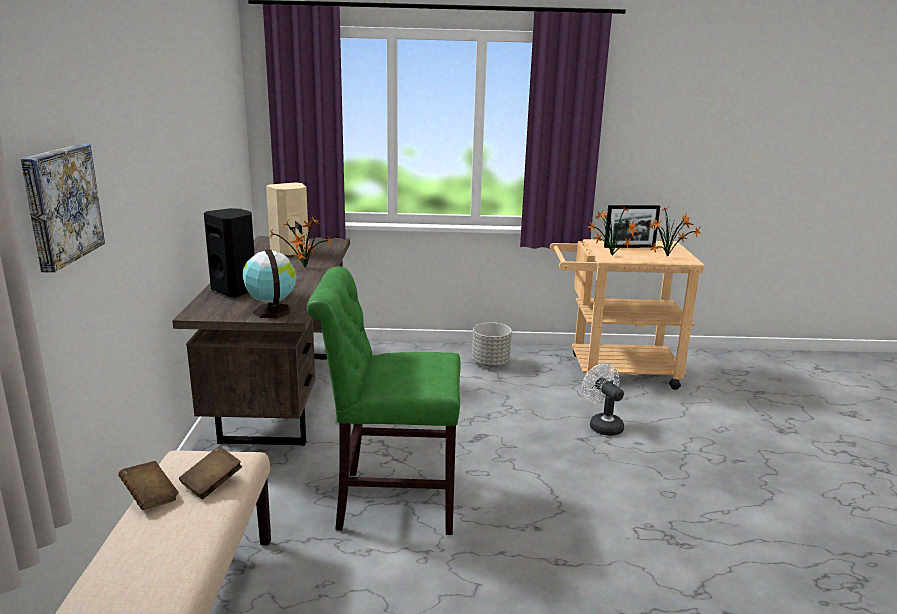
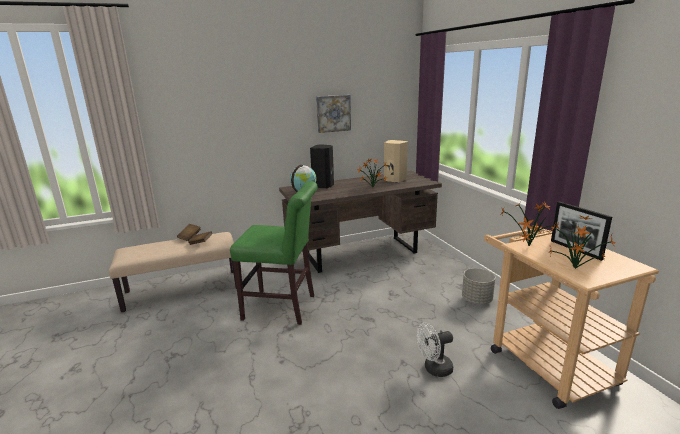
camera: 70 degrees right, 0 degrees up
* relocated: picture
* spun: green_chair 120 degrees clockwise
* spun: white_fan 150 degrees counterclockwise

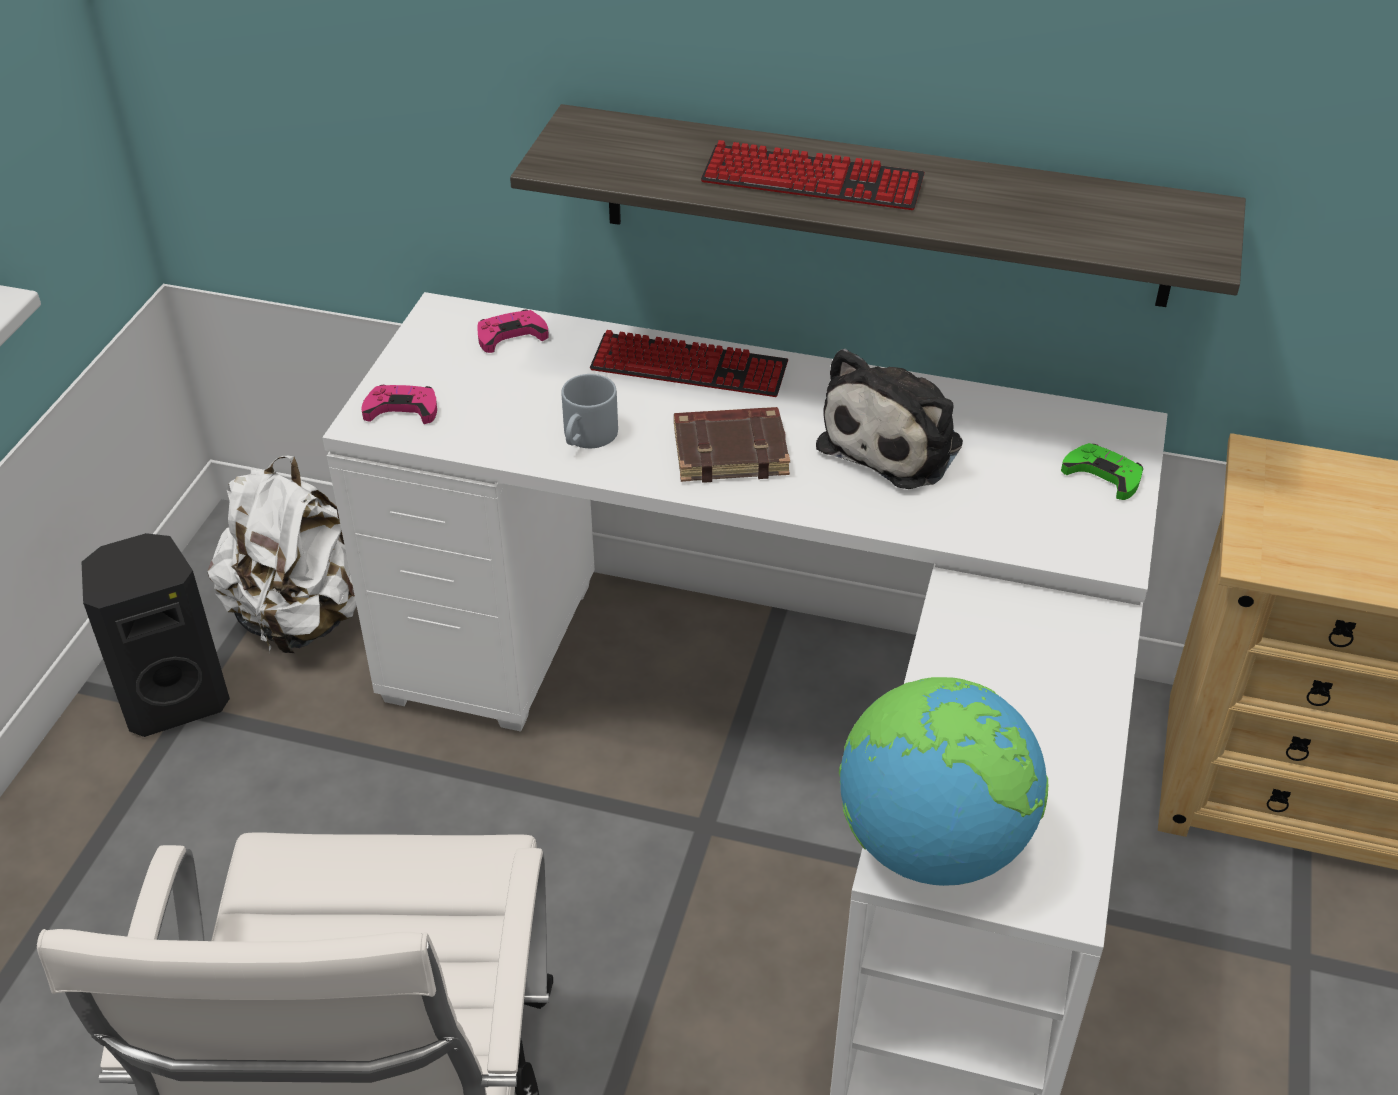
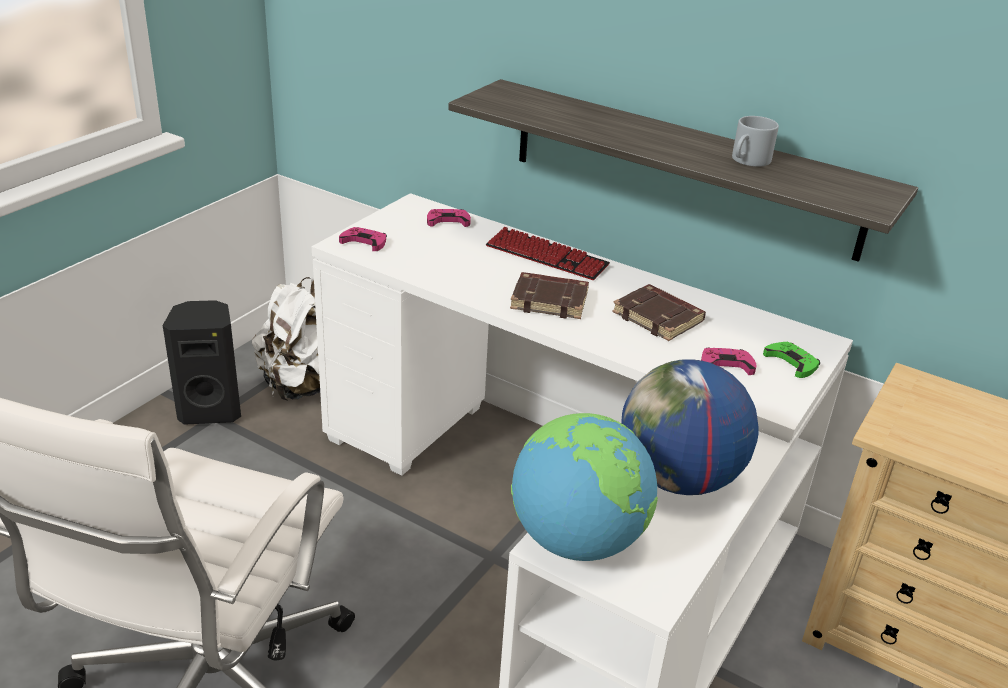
camera: 15 degrees right, 10 degrees down
* missing: keyboard (no. 2 from left)
* appeared: globe (no. 2 from left)
* appeared: pink_game_controller (no. 3 from left)
* relocated: grey_mug
* exchanged: plush_toy to brown_book (no. 2 from left)

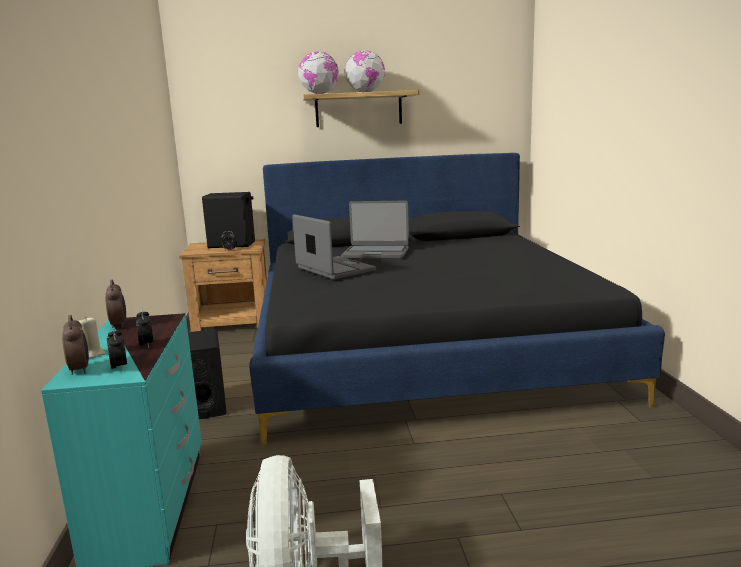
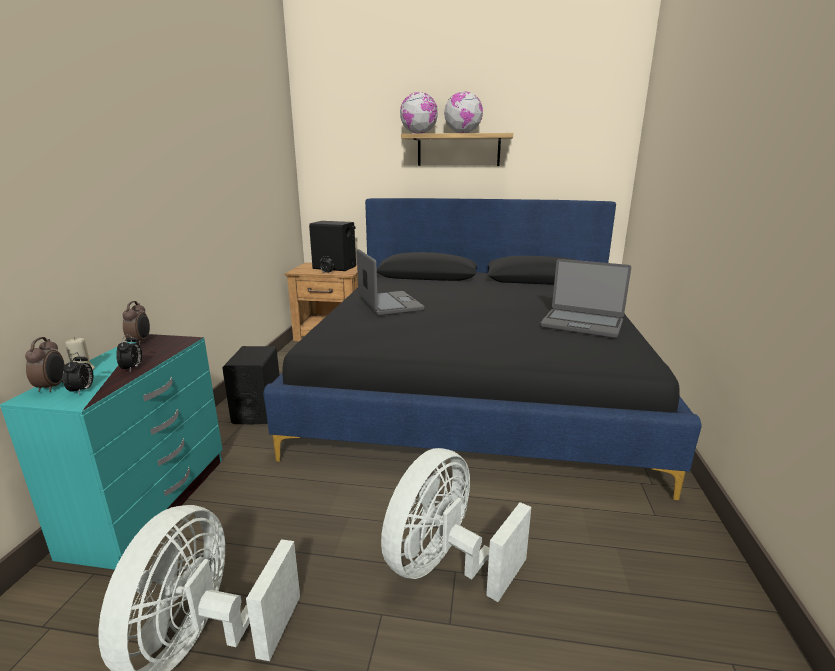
camera: 15 degrees right, 5 degrees up
* appeared: white_fan (no. 2 from left)
* relocated: laptop (no. 2 from left)

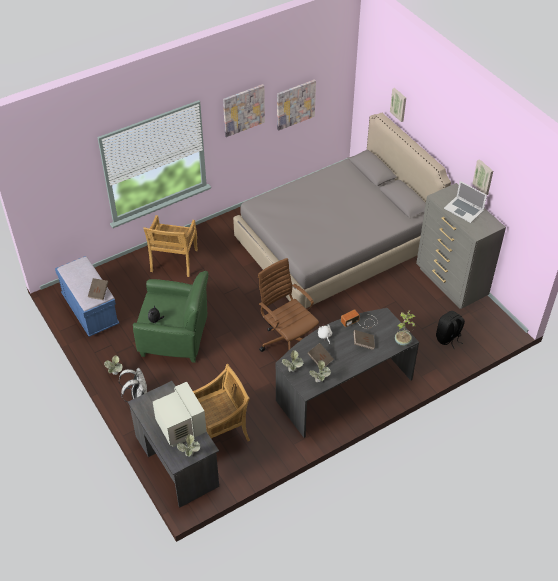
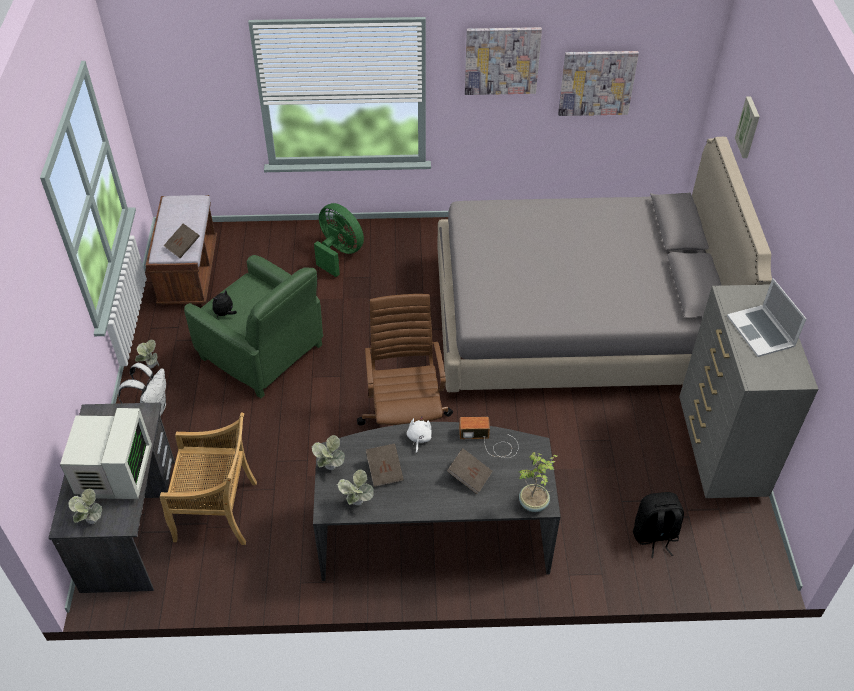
camera: 30 degrees right, 0 degrees up
* missing: picture (no. 4 from left)
* exchanged: beige_chair (no. 1 from left) to green_fan
* colour: blue_bench to brown_bench

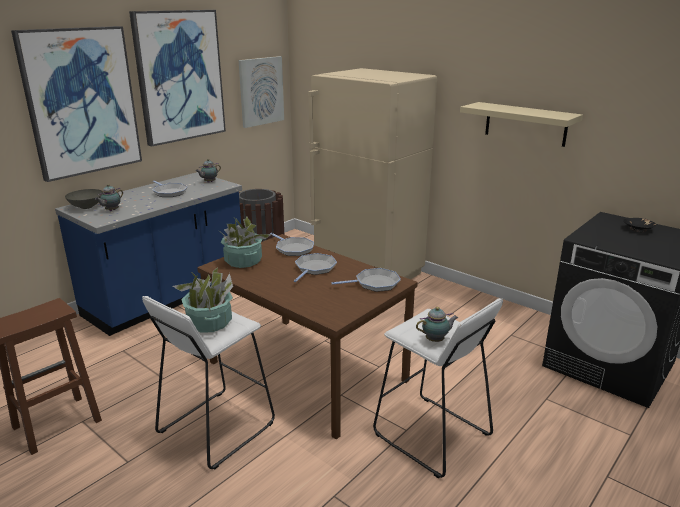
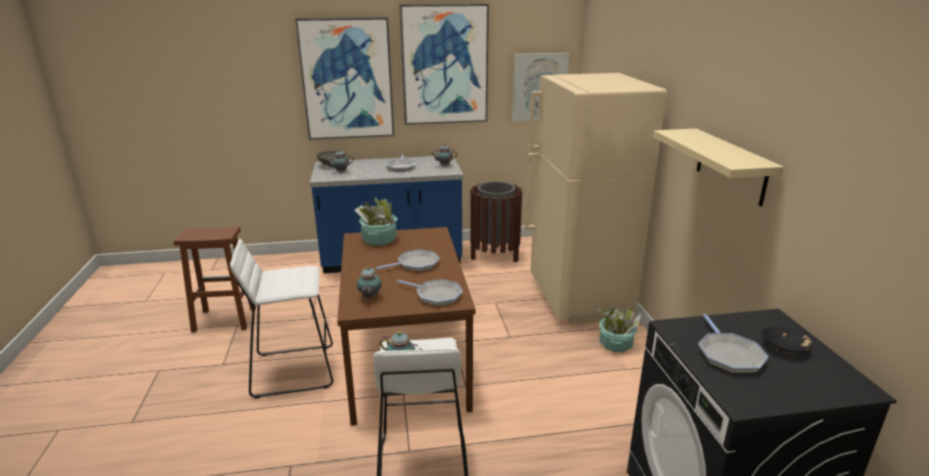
camera: 40 degrees right, 0 degrees up
* appeared: teapot (no. 2 from left)
* relocated: potted_plant (no. 1 from left in the first image) to potted_plant (no. 2 from left)
* relocated: frying_pan (no. 2 from left in the first image) to frying_pan (no. 4 from left)

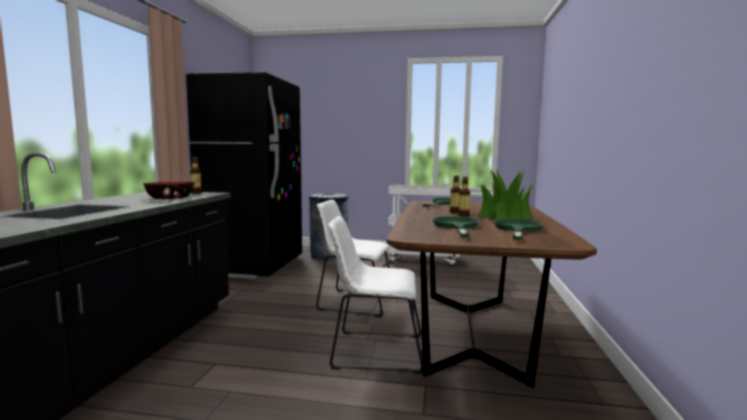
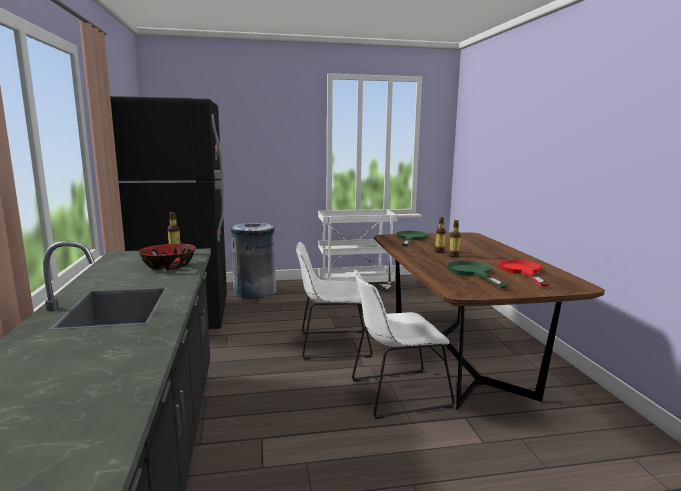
camera: 20 degrees left, 5 degrees up
* missing: potted_plant
* colour: green_frying_pan (no. 3 from left) to red_frying_pan

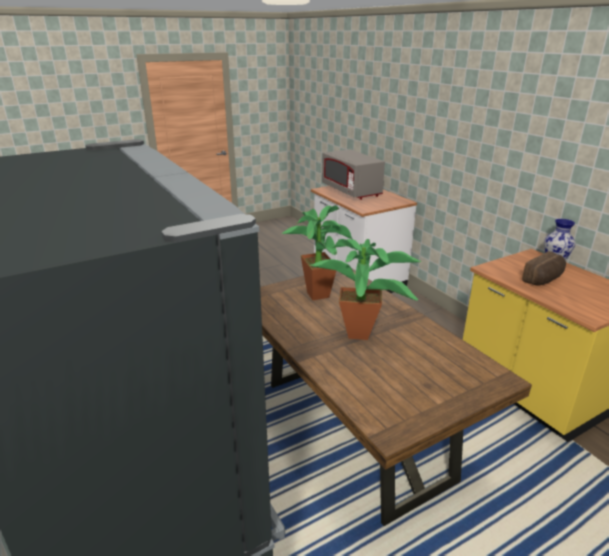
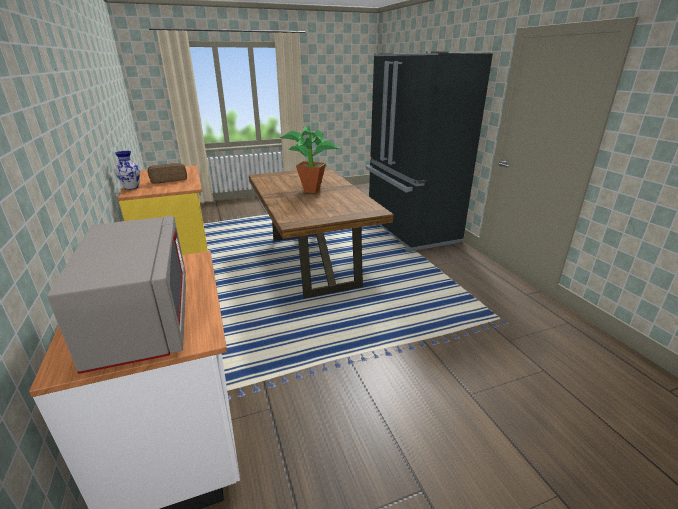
camera: 170 degrees left, 0 degrees up
* missing: potted_plant (no. 1 from left)

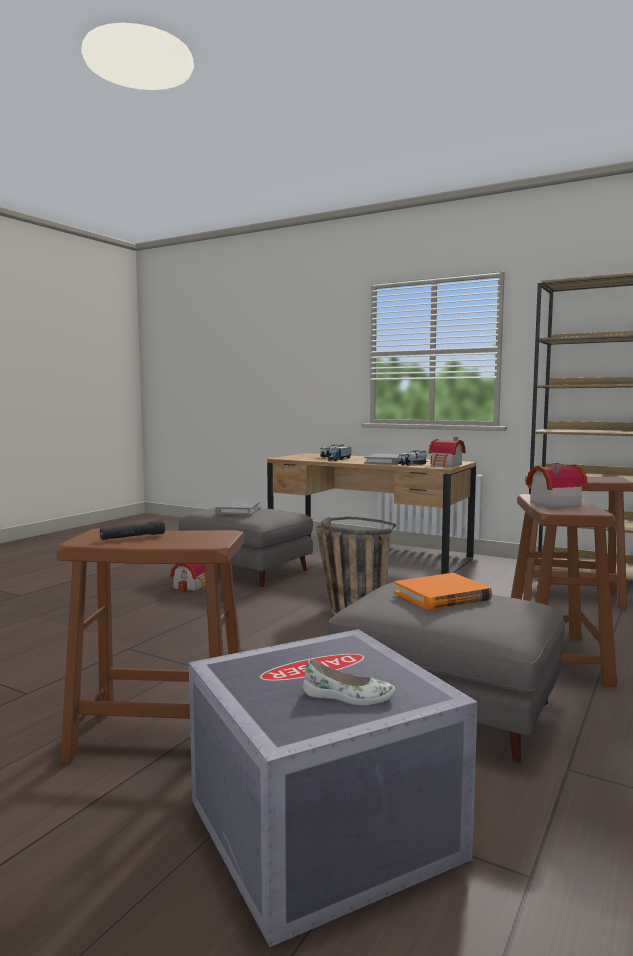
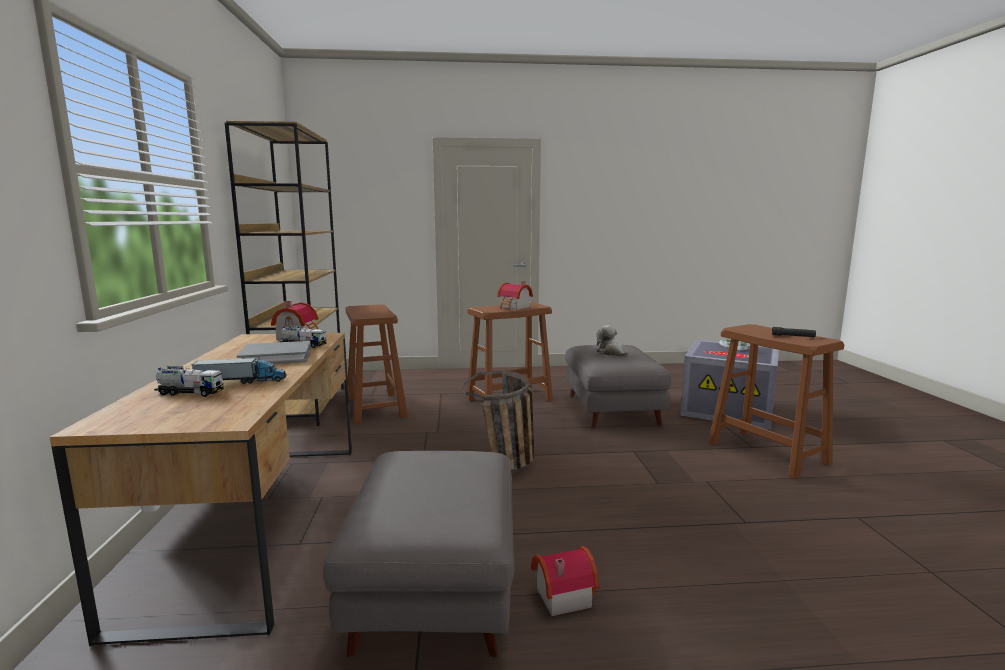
camera: 125 degrees left, 5 degrees up
* missing: grey_book (no. 1 from left)
* exchanged: orange_book to plush_toy

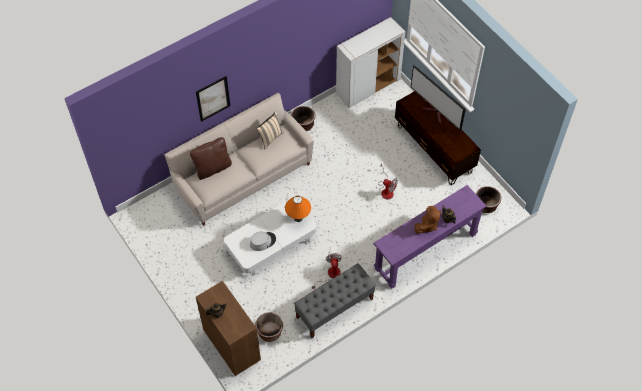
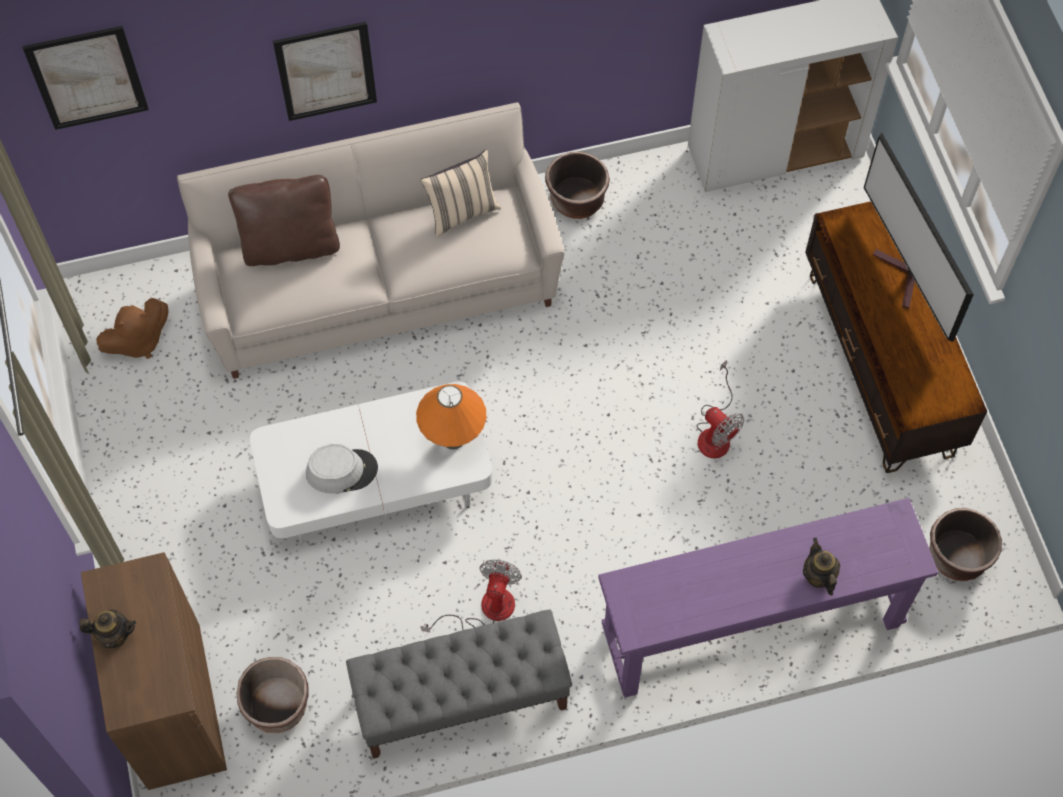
camera: 20 degrees right, 5 degrees up
* appeared: picture (no. 1 from left)
* relocated: brown_plush_toy

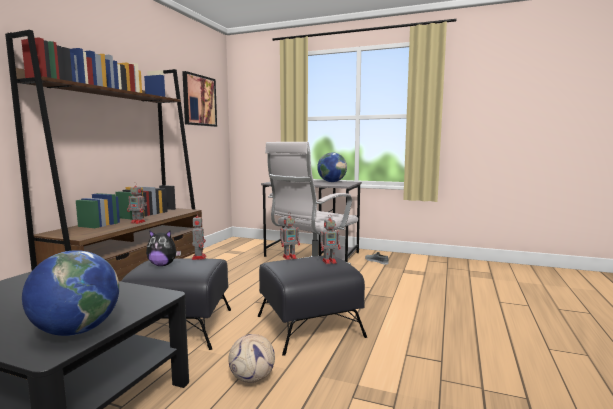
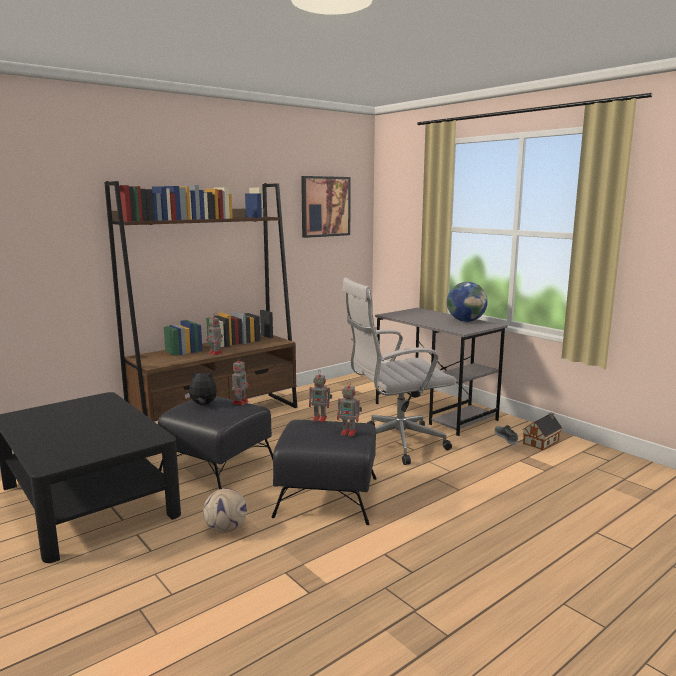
camera: 30 degrees right, 5 degrees up
* missing: globe (no. 1 from left)
* appeared: toy_house
* spun: plush_toy 150 degrees clockwise

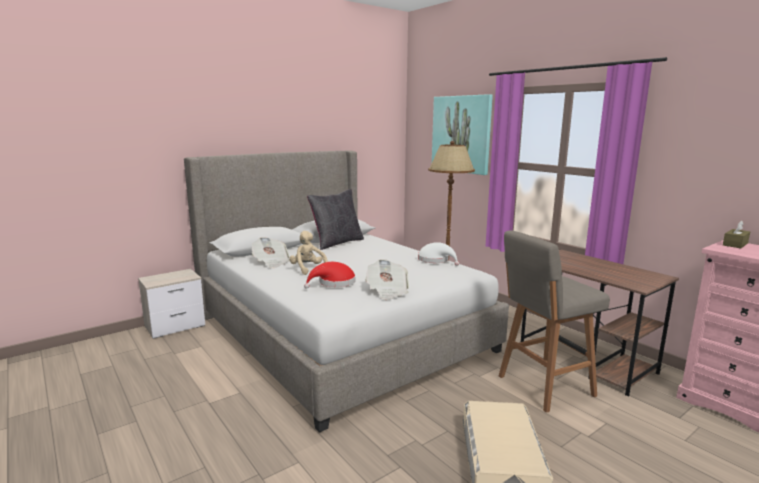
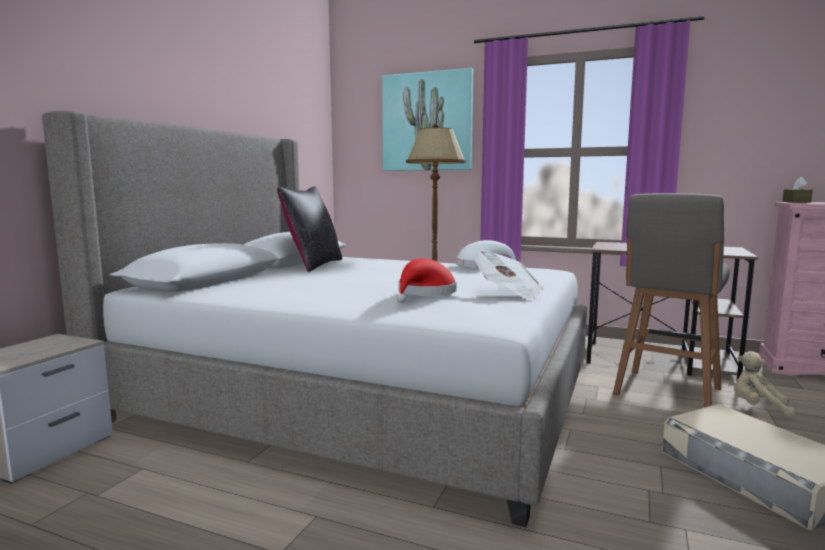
camera: 30 degrees left, 5 degrees down
* missing: newspaper (no. 1 from left)
* relocated: beige_plush_toy

